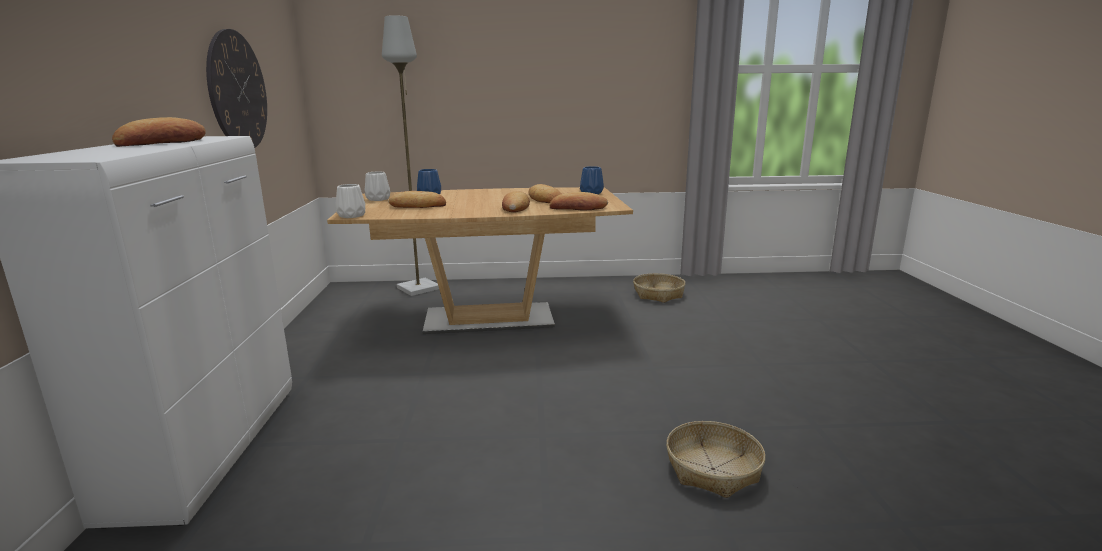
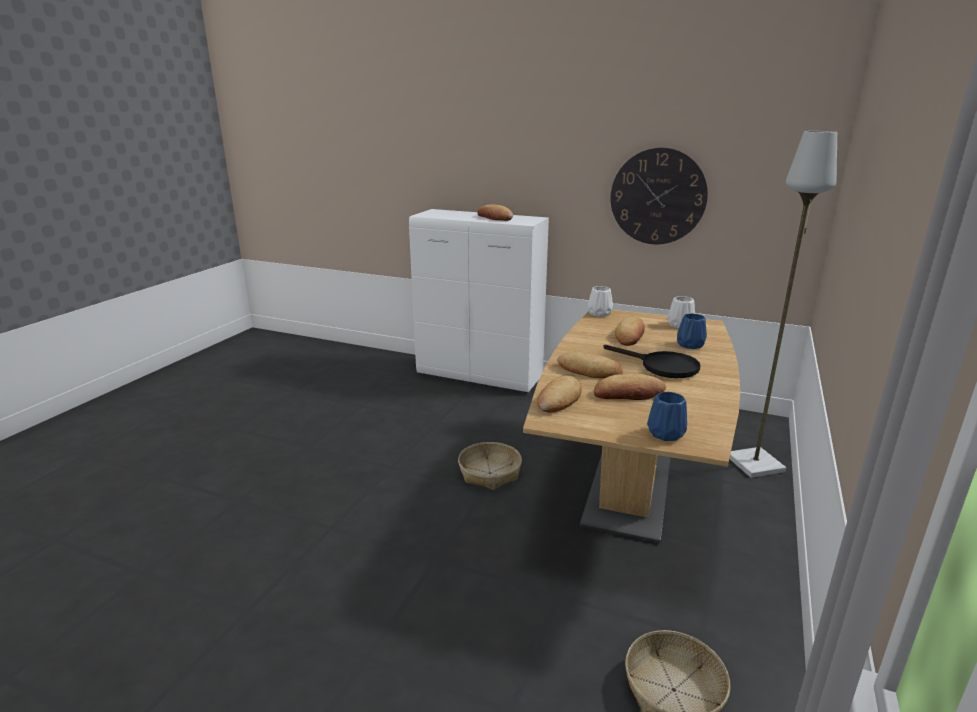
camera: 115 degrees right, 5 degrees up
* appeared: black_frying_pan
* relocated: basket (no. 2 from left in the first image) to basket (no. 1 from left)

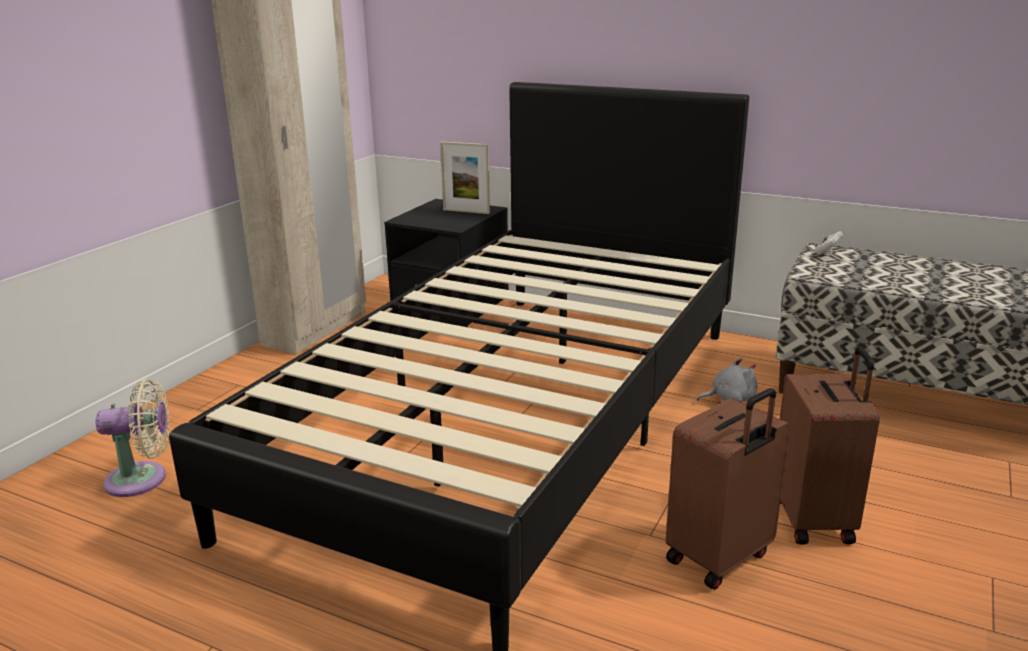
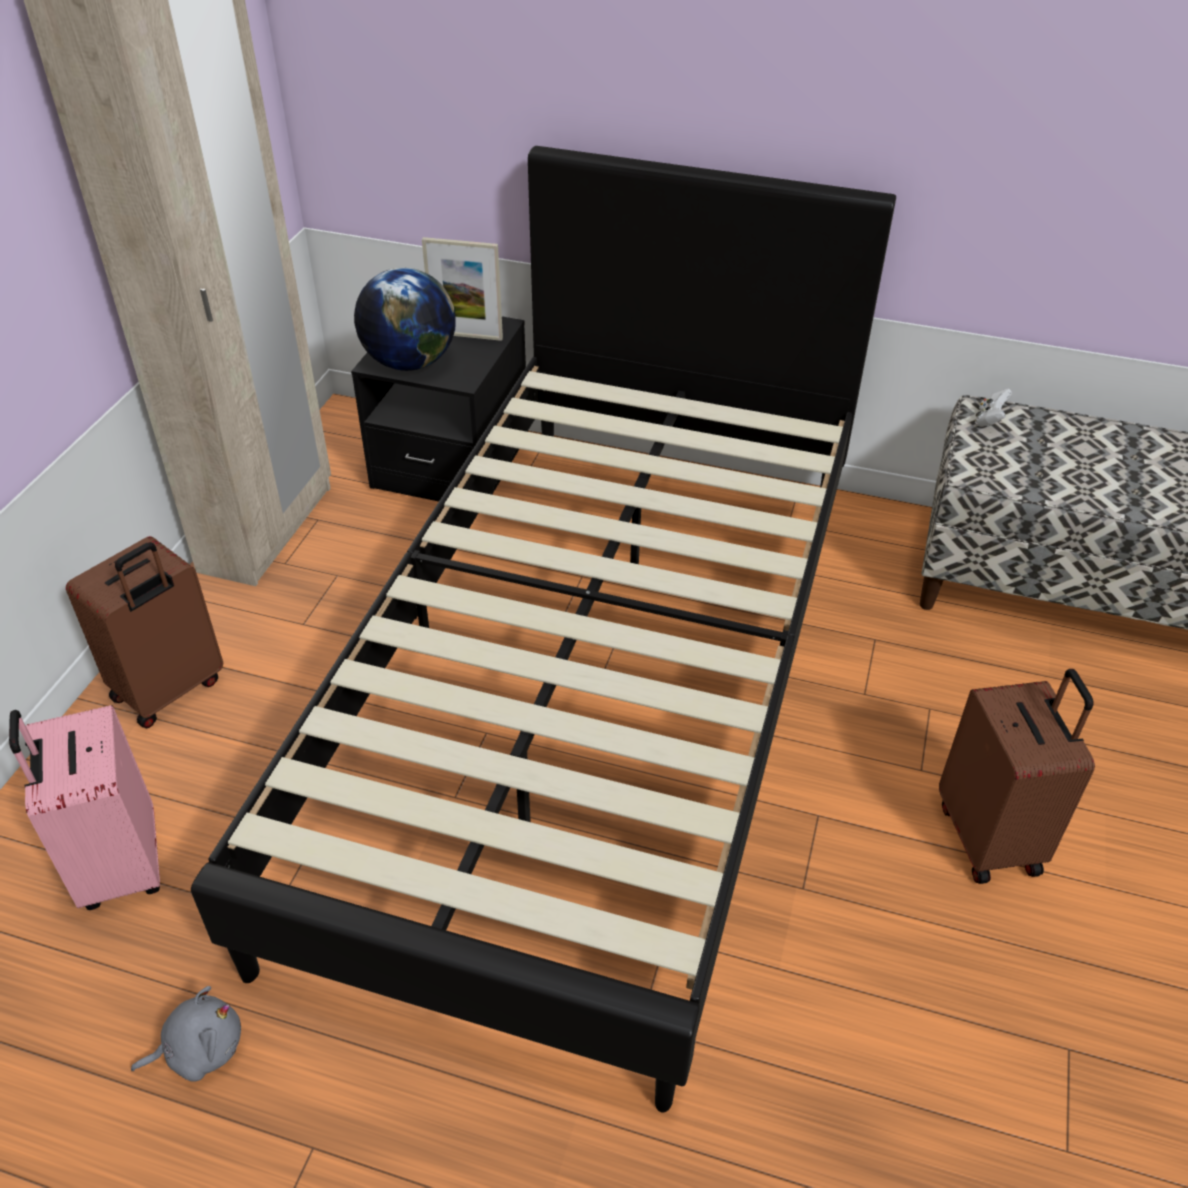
camera: 10 degrees left, 20 degrees up
* appeared: globe
* relocated: brown_suitcase (no. 1 from left)
* relocated: grey_plush_toy
* exchanged: beige_fan to pink_suitcase

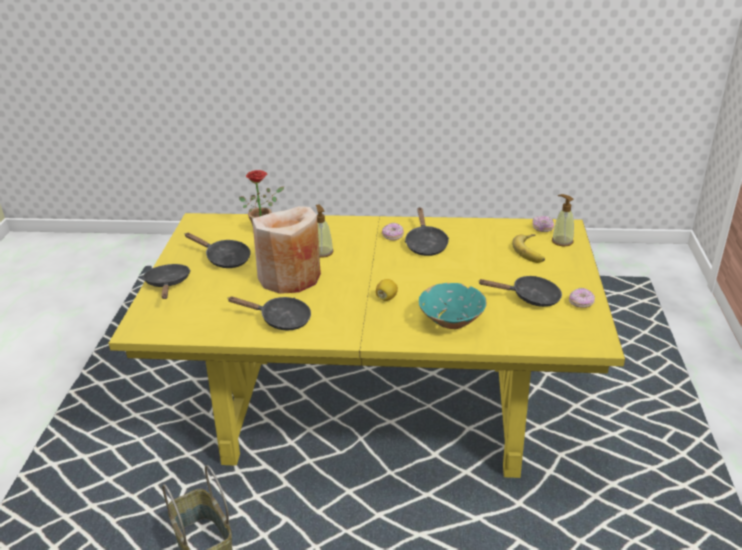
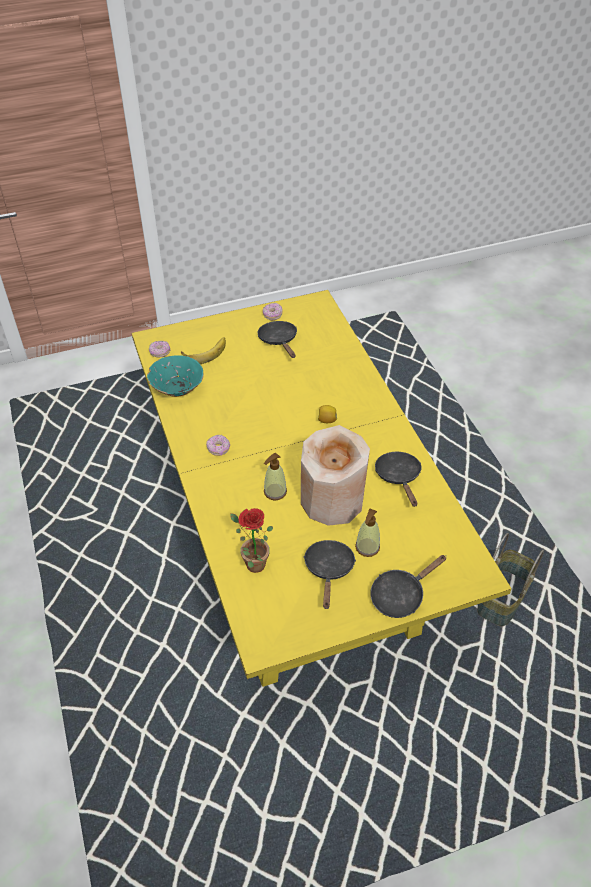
camera: 115 degrees left, 15 degrees up
* missing: black_frying_pan (no. 4 from left)
* relocated: turquoise_bowl
* relocated: soap_dispenser (no. 2 from left)

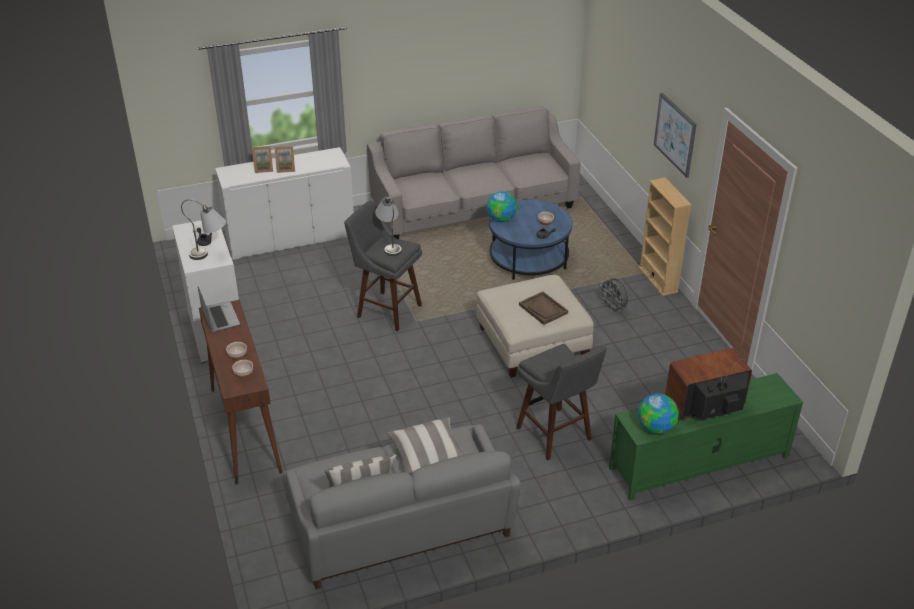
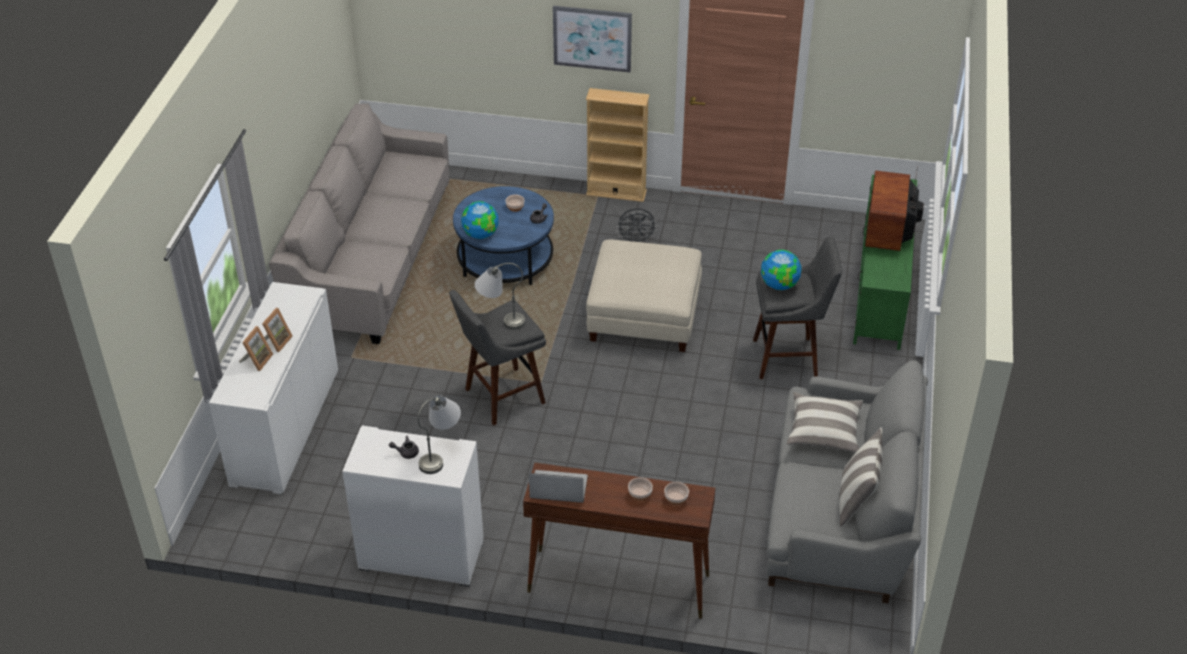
camera: 60 degrees left, 5 degrees up
* missing: brown_tray
* relocated: globe (no. 2 from left)

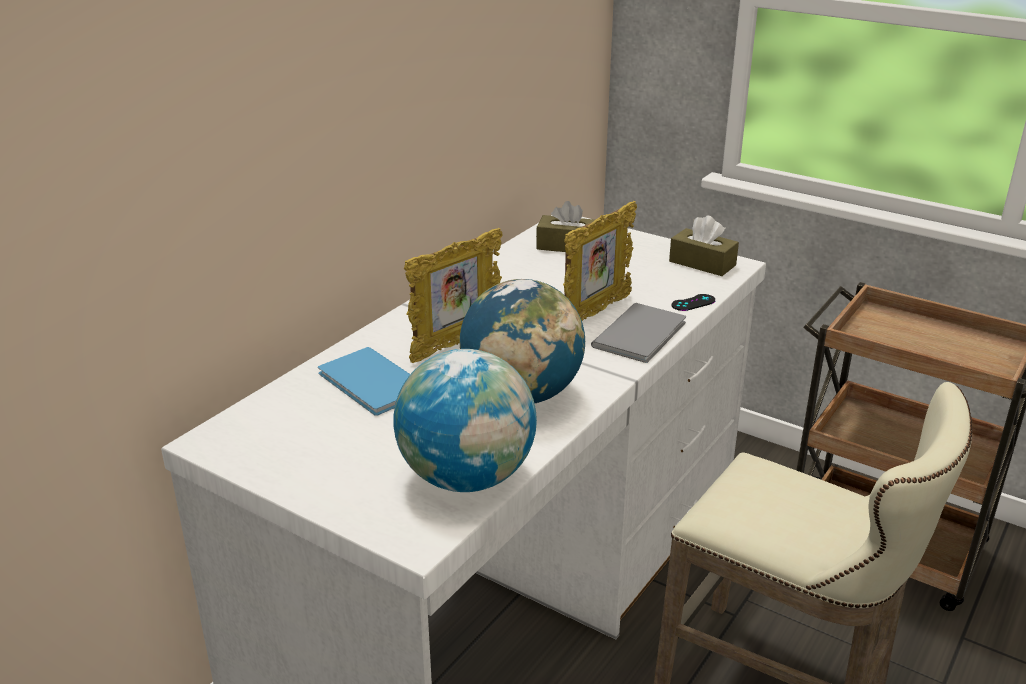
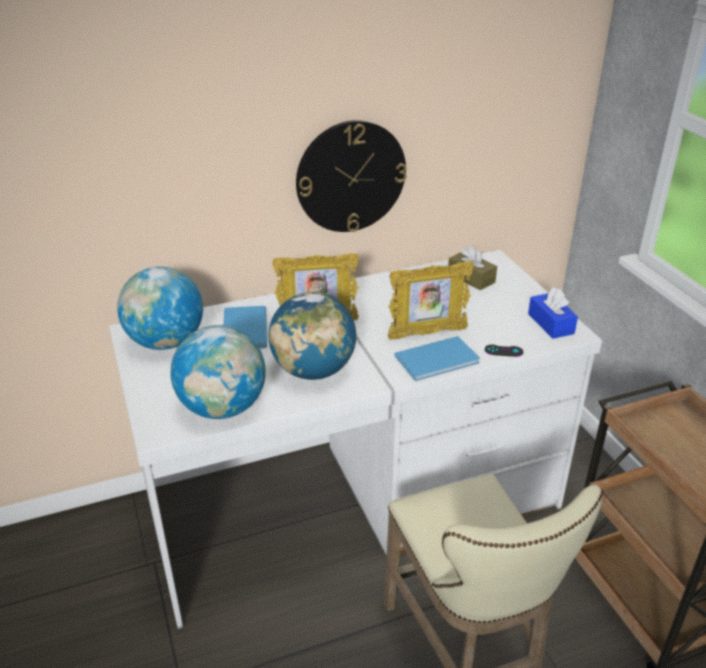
camera: 35 degrees right, 5 degrees up
* appeared: globe (no. 1 from left)
* appeared: wall_clock
* colour: grey_book to blue_book (no. 2 from left)
* colour: brown_tissue_box (no. 2 from left) to blue_tissue_box

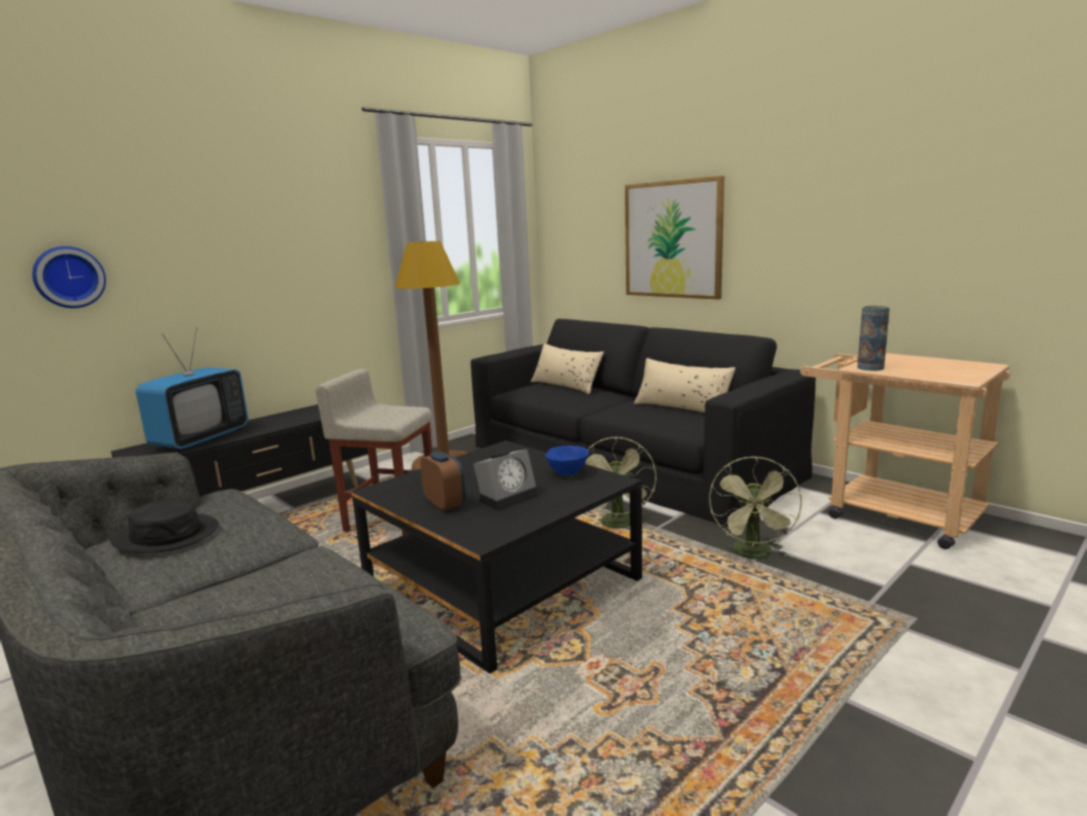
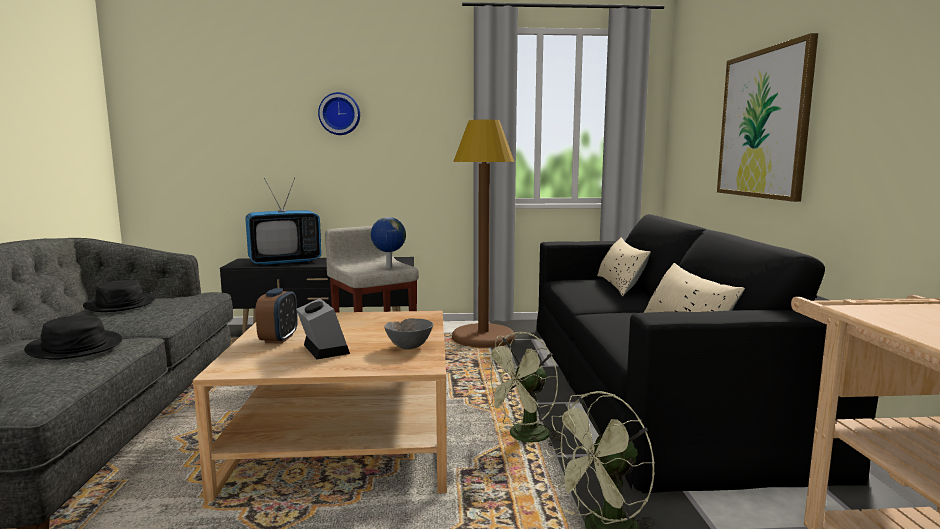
camera: 40 degrees right, 5 degrees down
* missing: vase
* appeared: black_hat (no. 1 from left)
* appeared: globe
* relocated: wall_clock
* colour: black_coffee_table to beige_coffee_table
* colour: blue_bowl to grey_bowl
* spun: alarm_clock (no. 2 from left) 120 degrees counterclockwise

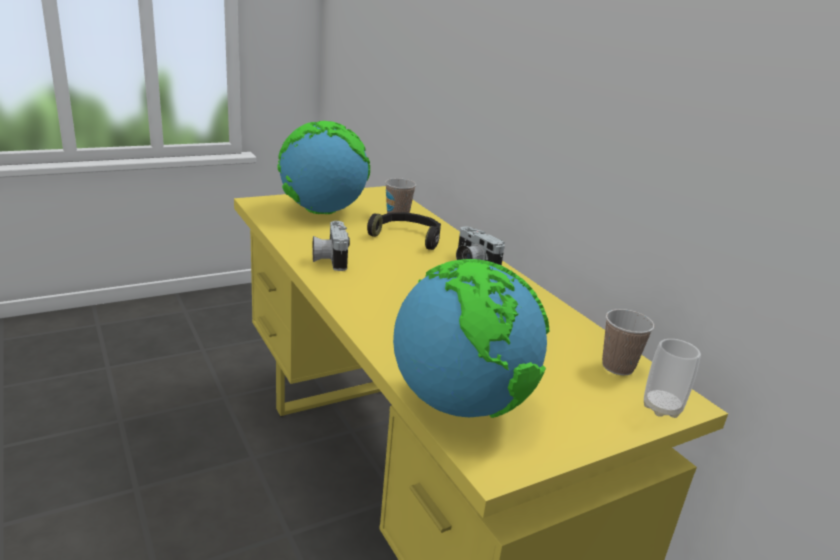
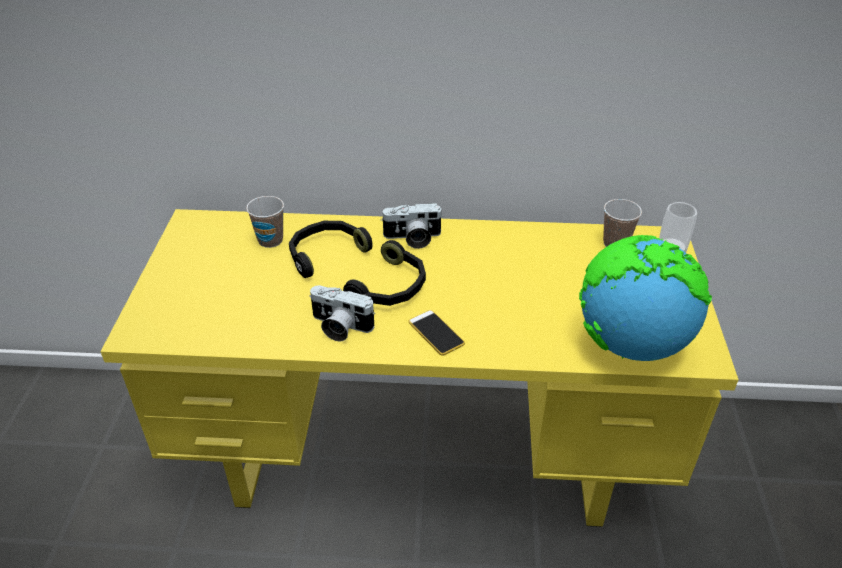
camera: 55 degrees left, 15 degrees up
* missing: globe (no. 1 from left)
* appeared: black_headphones (no. 2 from left)
* appeared: phone

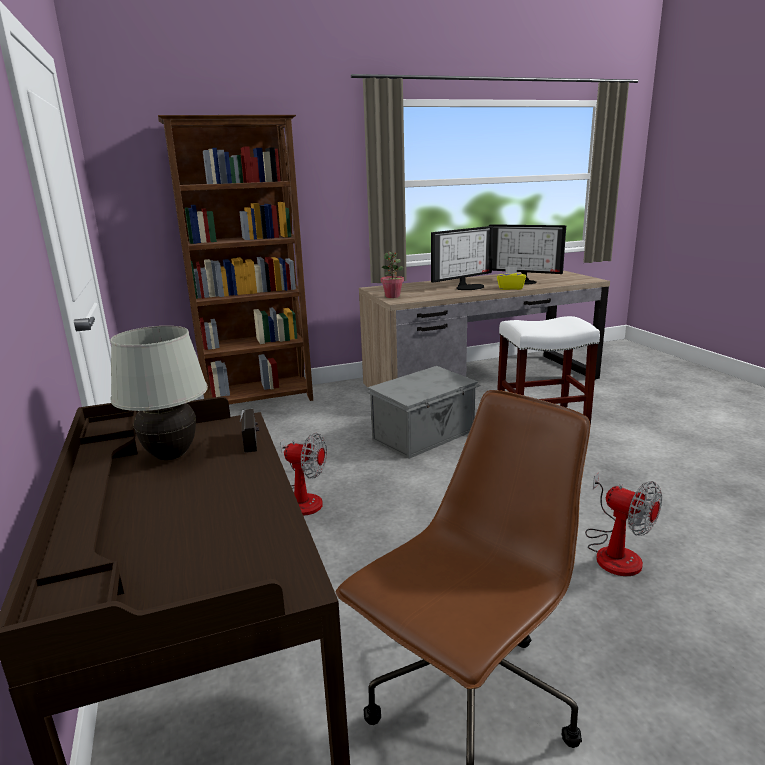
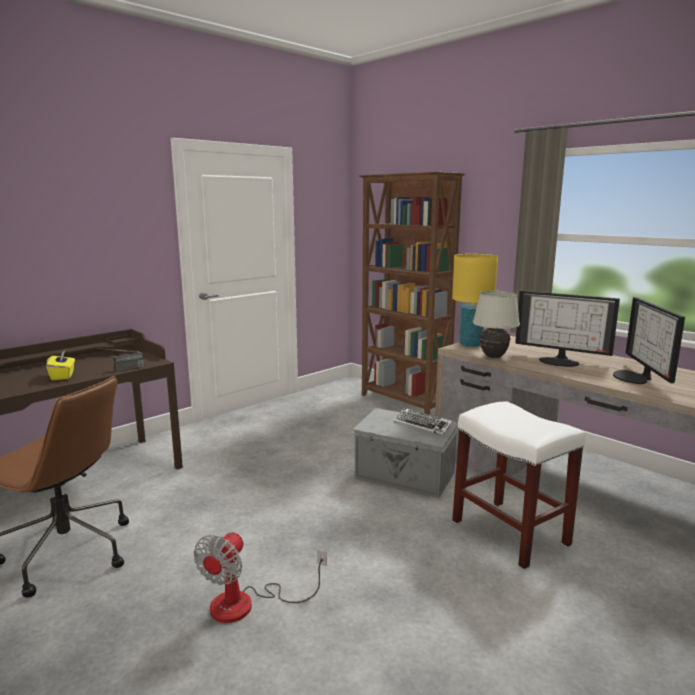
camera: 65 degrees right, 5 degrees down
* missing: fan (no. 1 from left)
* appeared: keyboard
* relocated: white_table_lamp
* relocated: yellow_tissue_box
* exchanged: potted_plant to yellow_table_lamp

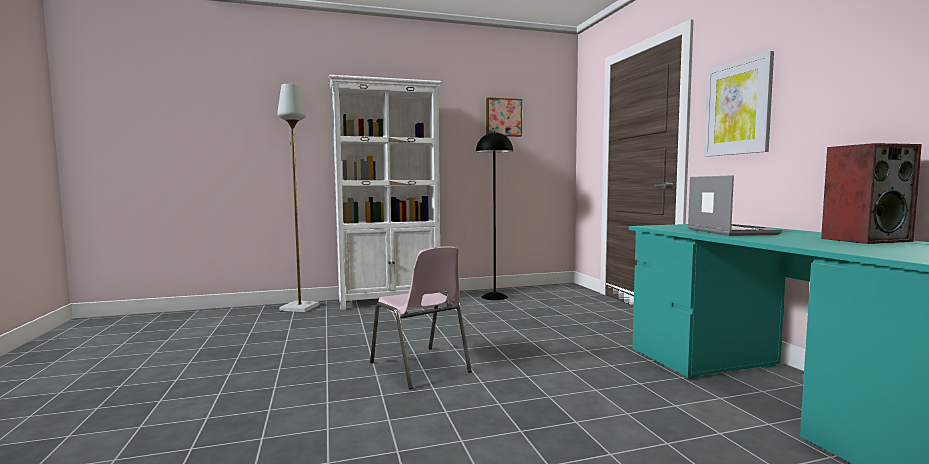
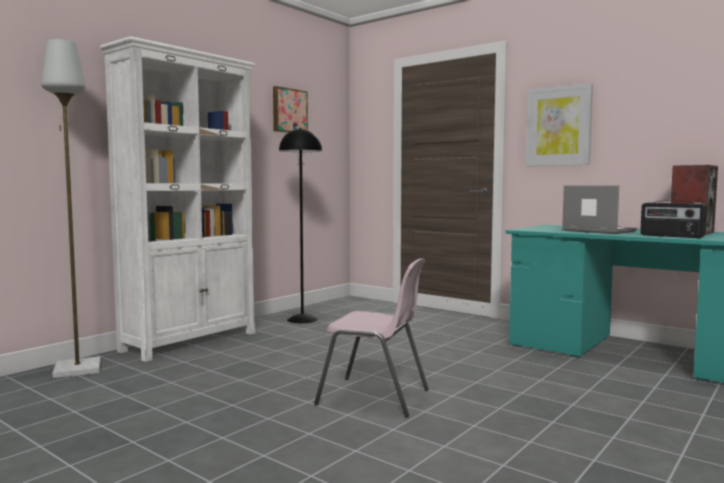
camera: 35 degrees left, 0 degrees up
* appeared: radio

